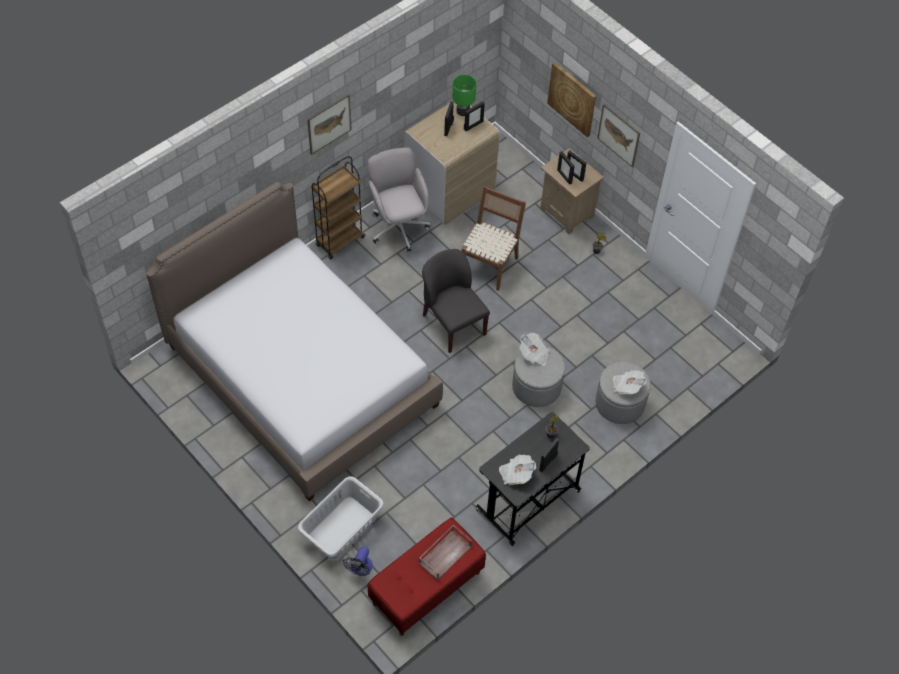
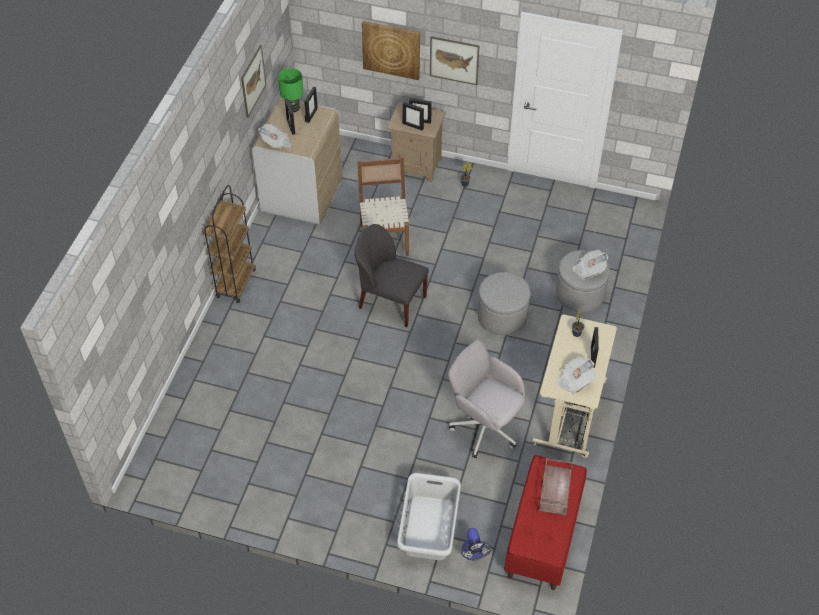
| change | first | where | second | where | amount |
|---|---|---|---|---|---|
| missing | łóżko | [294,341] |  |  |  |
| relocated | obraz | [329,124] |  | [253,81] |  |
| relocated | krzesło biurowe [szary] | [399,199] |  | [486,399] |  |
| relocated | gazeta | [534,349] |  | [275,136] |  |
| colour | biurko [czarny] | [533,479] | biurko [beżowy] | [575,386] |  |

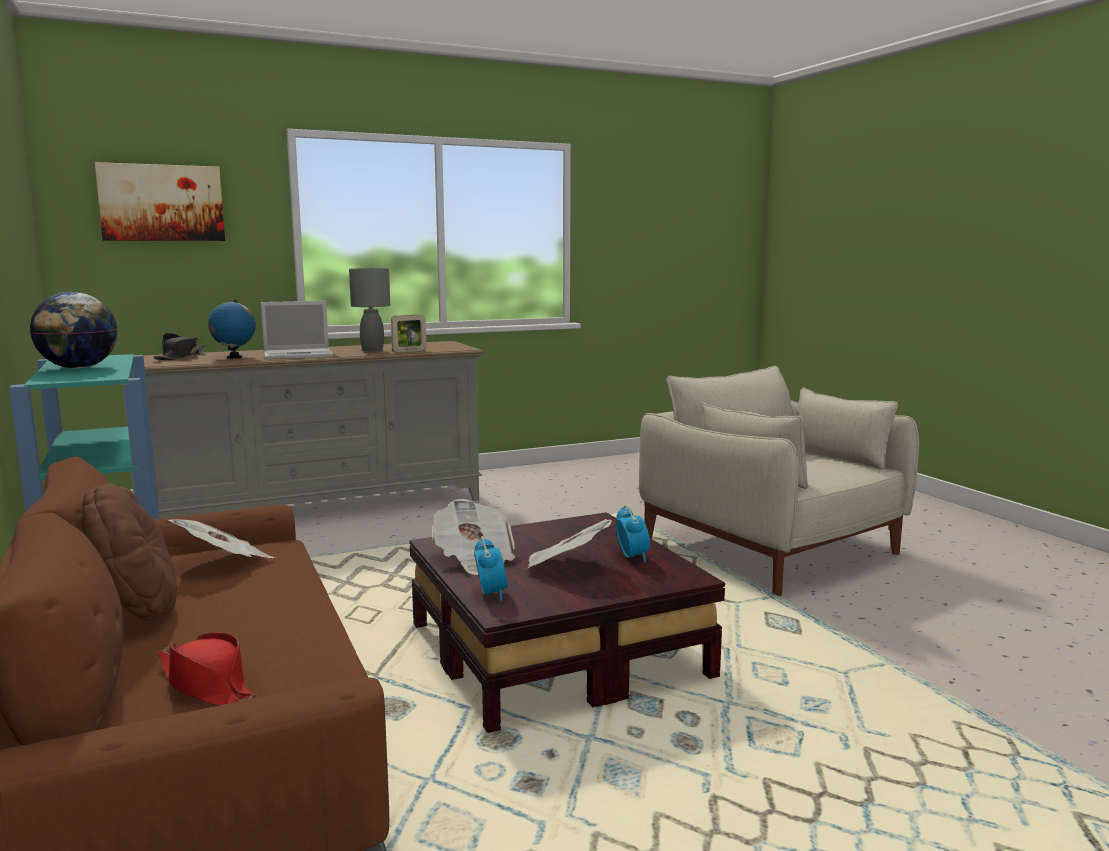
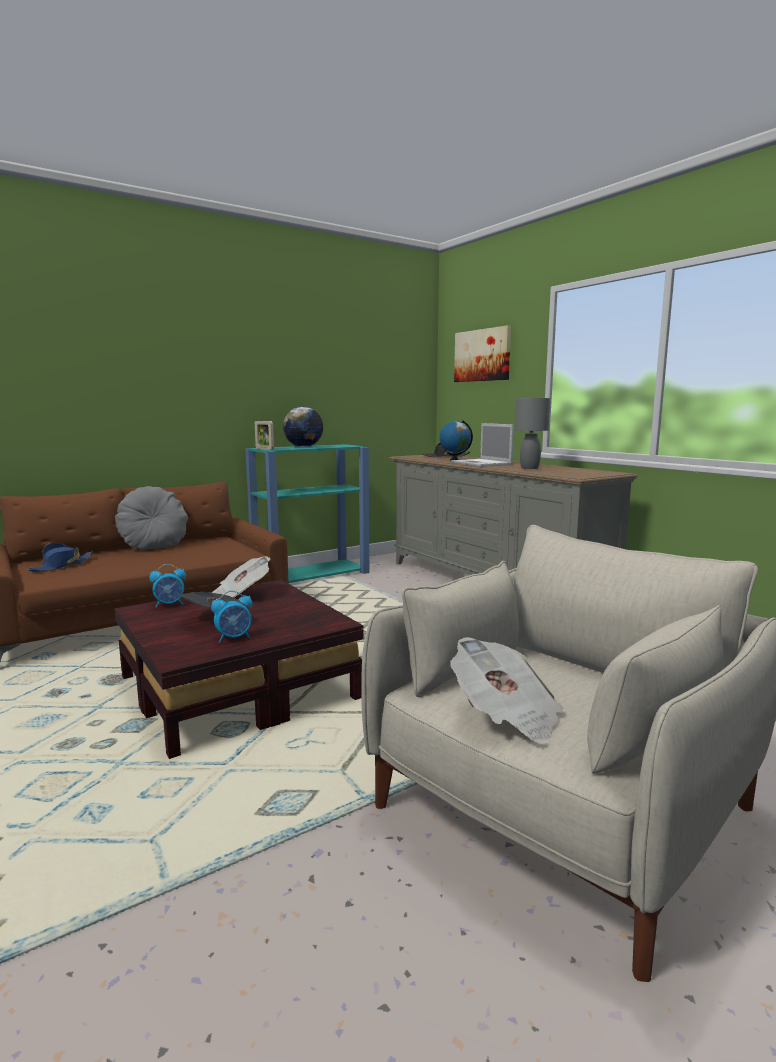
| change | first | where | second | where | amount |
|---|---|---|---|---|---|
| relocated | gazeta | [221,538] |  | [506,690] |  |
| relocated | ramka na zdjęcie | [408,334] |  | [264,435] |  |
| colour | poduszka [brązowy] | [129,552] | poduszka [szary] | [151,518] |  |
| colour | kapelusz [czerwony] | [207,669] | kapelusz [niebieski] | [60,557] |  |

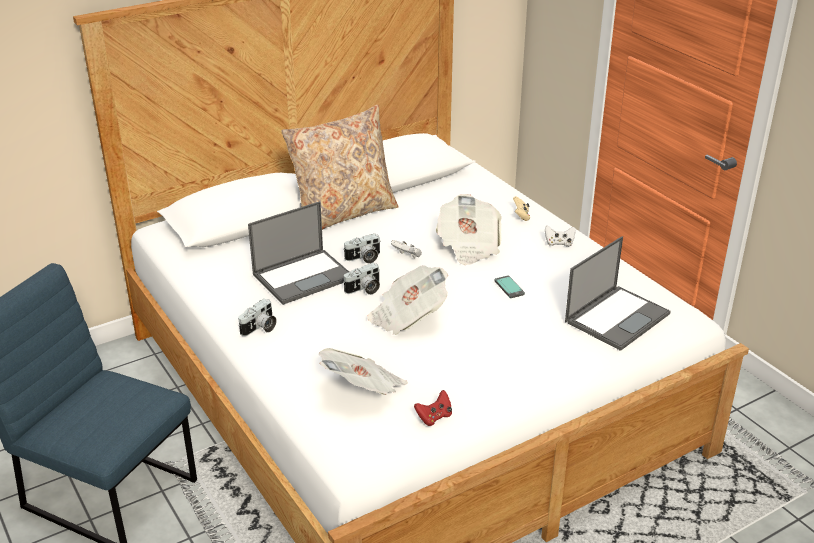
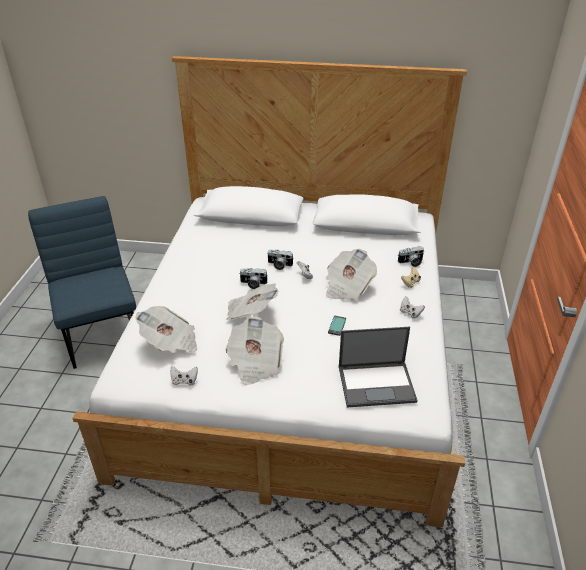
| change | first | where | second | where | amount |
|---|---|---|---|---|---|
| missing | laptop | [298,253] |  |  |  |
| missing | poduszka [beżowy] | [340,167] |  |  |  |
| appeared |  |  | gazeta | [255,350] |  |
| relocated | aparat fotograficzny | [257,317] |  | [411,256] |  |
| colour | pad do gier [czerwony] | [433,408] | pad do gier [biały] | [184,376] |  |

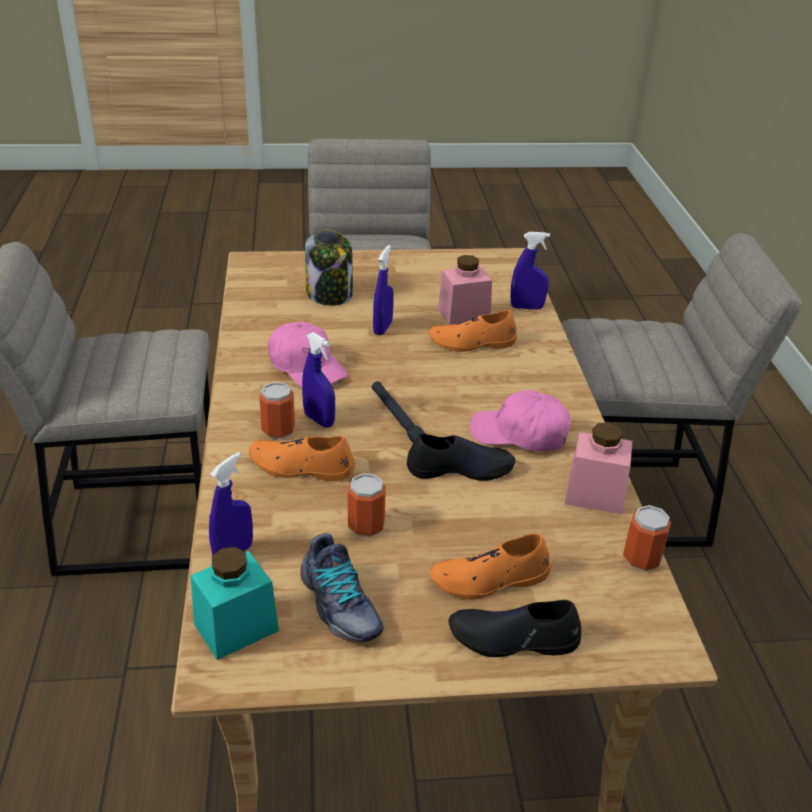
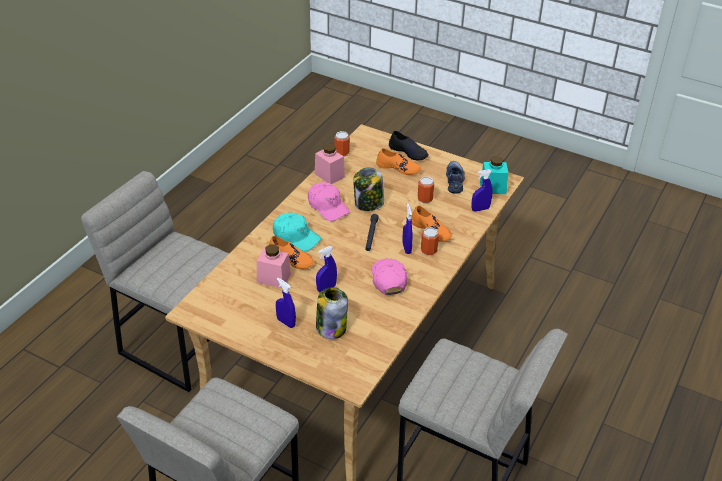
| change | first | where | second | where | amount |
|---|---|---|---|---|---|
| appeared |  |  | czapka z daszkiem [turkusowy] | [297,232] |  |
| relocated | spryskiwacz [niebieski] | [530,271] |  | [286,303] |  |
| exchanged | but [czarny] | [461,457] | słoik | [368,189] |  |

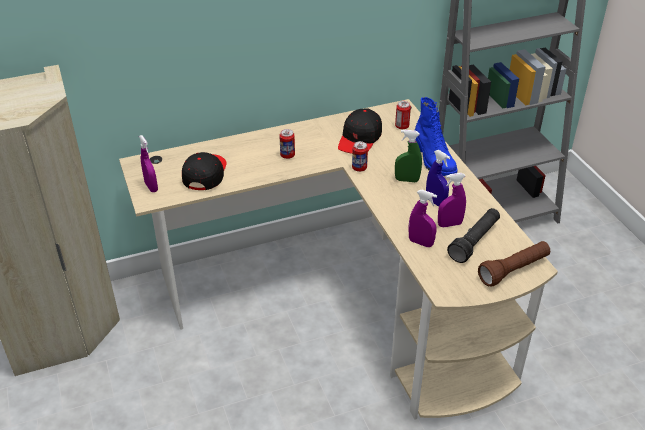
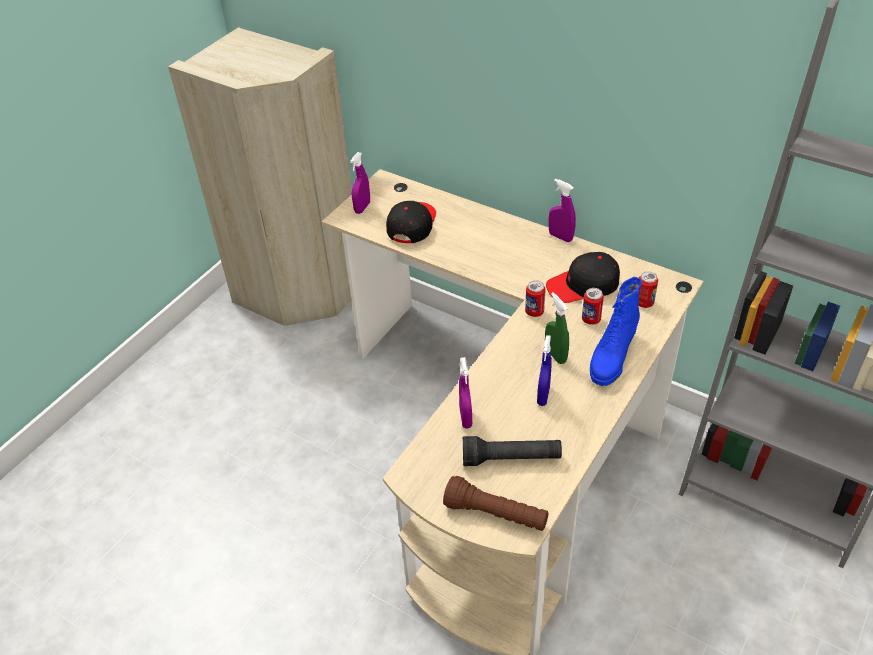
| change | first | where | second | where | amount |
|---|---|---|---|---|---|
| relocated | puszka | [287,144] |  | [593,306] |  |
| relocated | spryskiwacz [fioletowy] | [452,200] |  | [562,210] |  |
| spun | czapka z daszkiem [czarny] | [204,171] |  | [411,222] | 45 degrees counterclockwise |

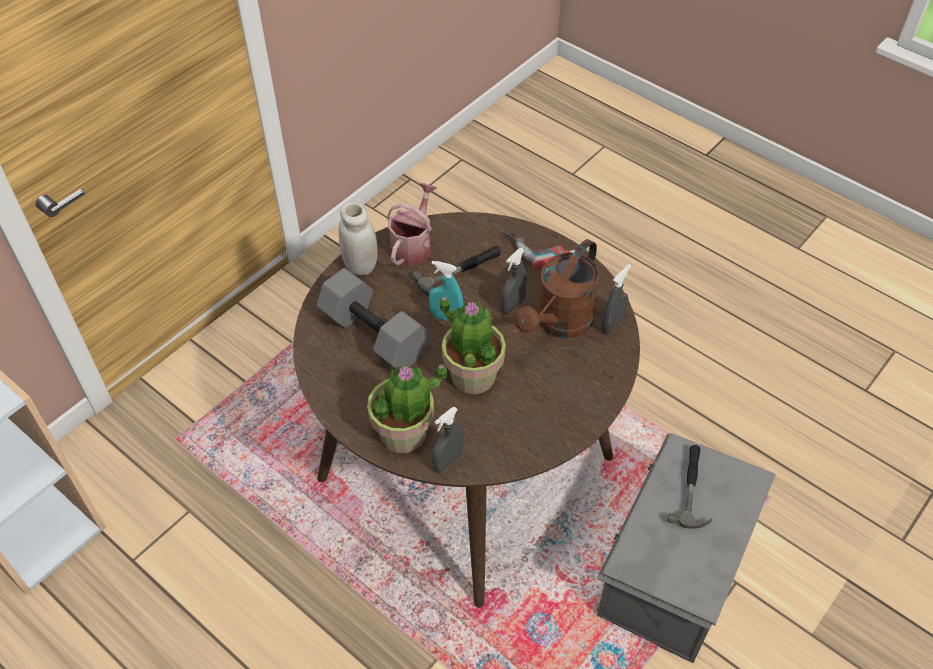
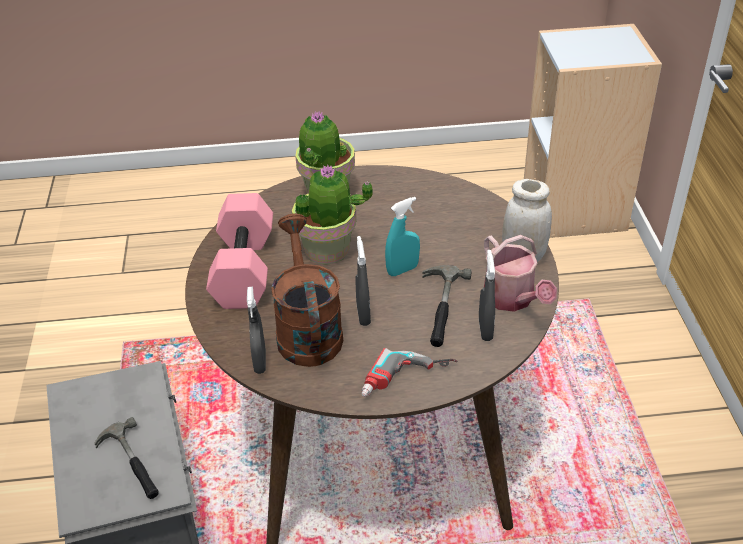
| change | first | where | second | where | amount |
|---|---|---|---|---|---|
| missing | hantel [szary] | [374,318] |  |  |  |
| appeared |  |  | hantel [różowy] | [239,251] |  |
| relocated | spryskiwacz [szary] | [448,440] |  | [487,295] |  |

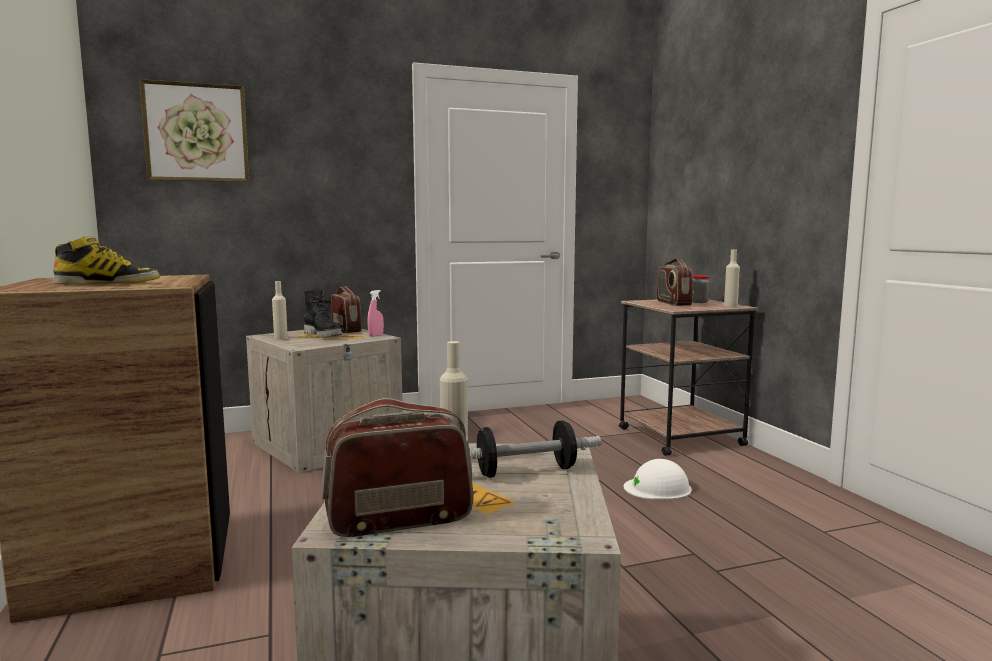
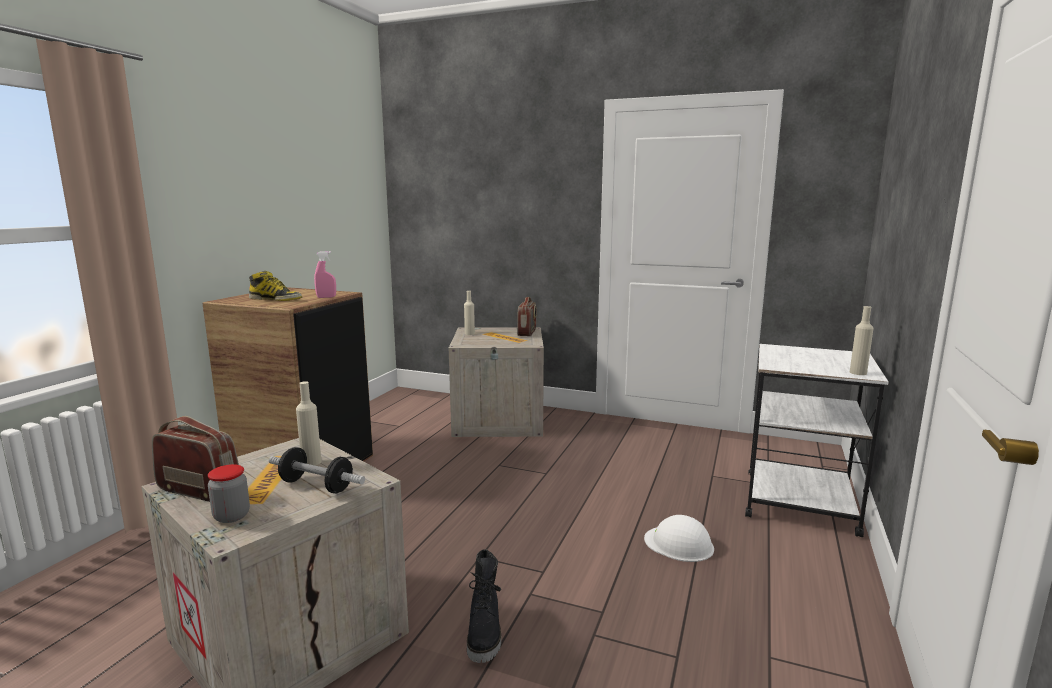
| change | first | where | second | where | amount |
|---|---|---|---|---|---|
| missing | obraz | [194,130] |  |  |  |
| missing | radio | [675,282] |  |  |  |
| relocated | but z cholewką [czarny] | [323,313] |  | [484,606] |  |
| relocated | spryskiwacz [różowy] | [375,313] |  | [325,274] |  |
| relocated | słoik | [701,289] |  | [229,493] |  |
| colour | wózek [brązowy] | [688,378] | wózek [biały] | [817,440] |  |

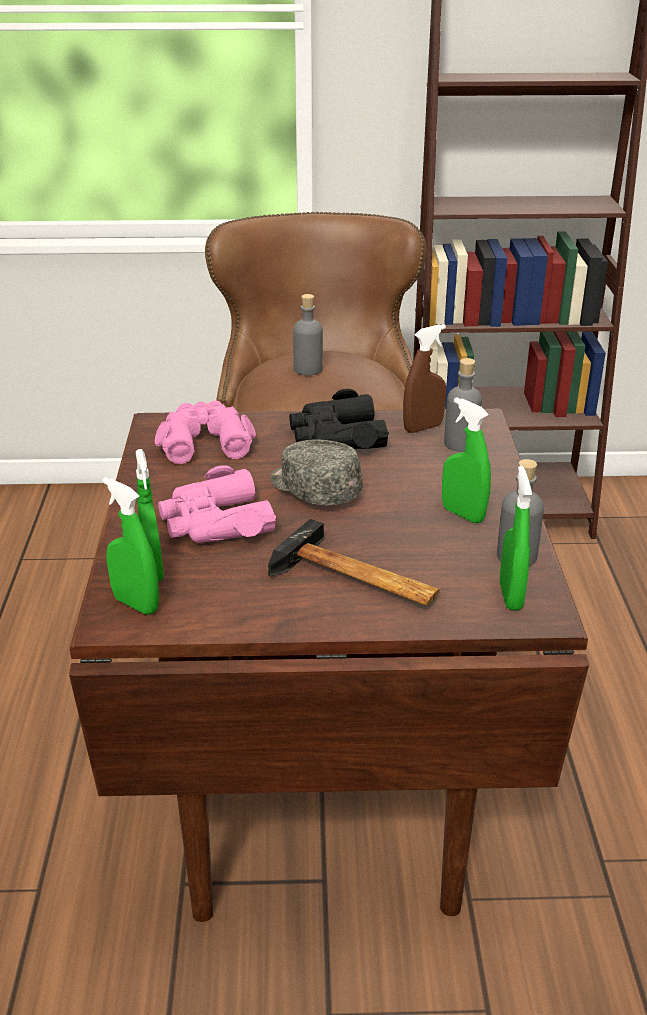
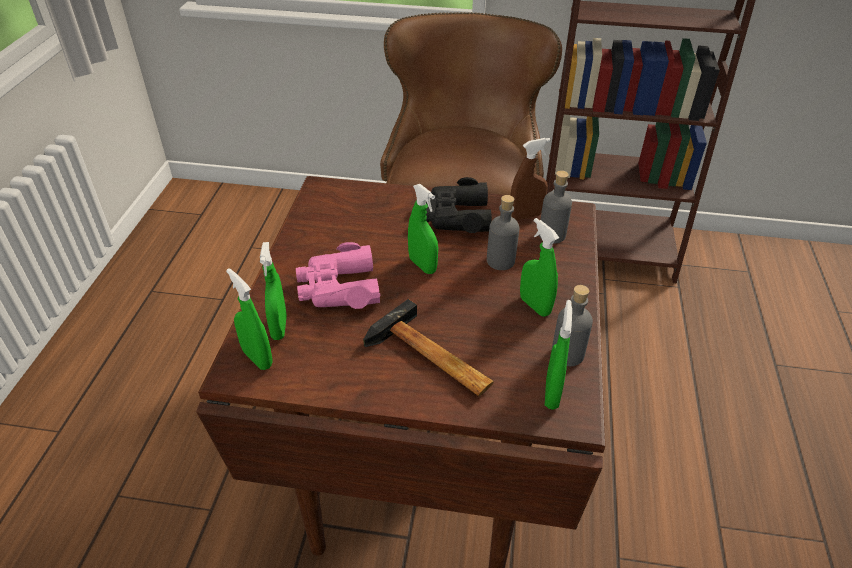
| change | first | where | second | where | amount |
|---|---|---|---|---|---|
| missing | lornetka [różowy] | [205,432] |  |  |  |
| relocated | butelka [szary] | [308,335] |  | [503,232] |  |
| exchanged | czapka z daszkiem [szary] | [316,472] | spryskiwacz [zielony] | [423,229] |  |

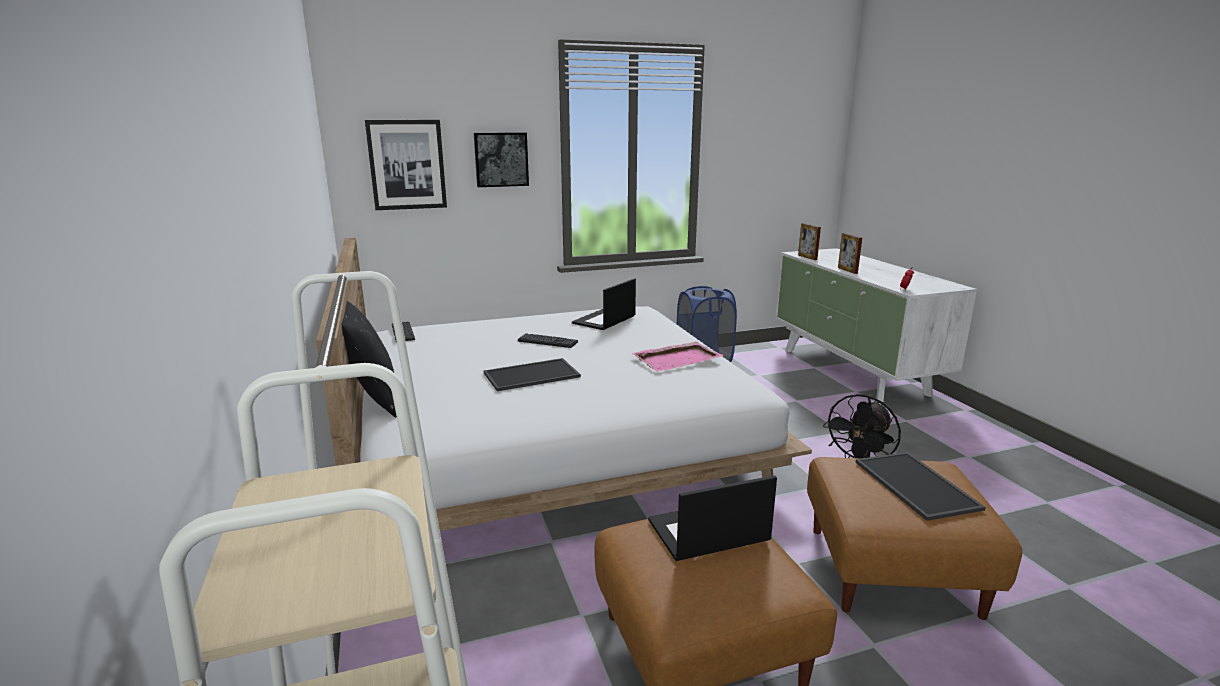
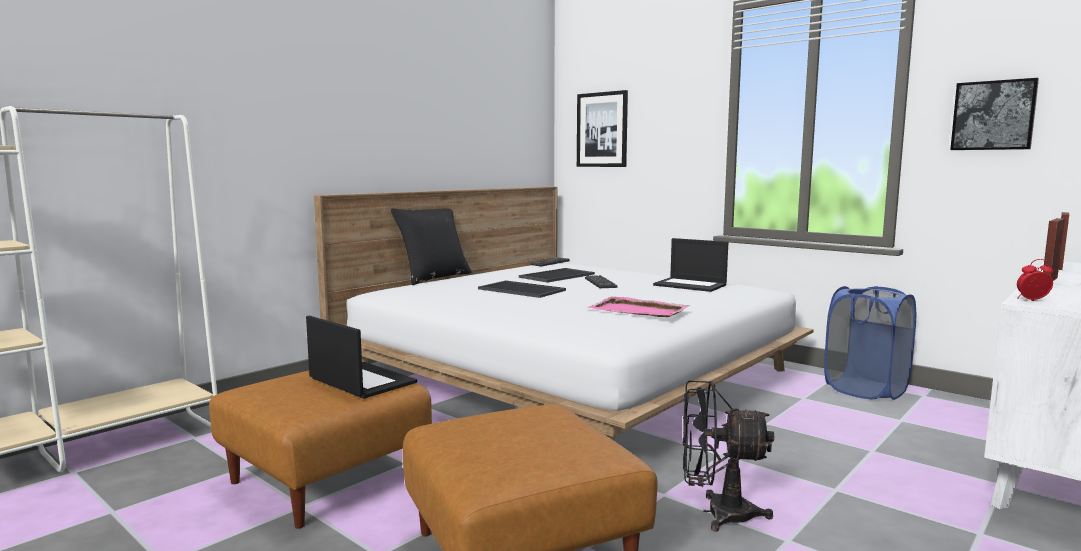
| change | first | where | second | where | amount |
|---|---|---|---|---|---|
| relocated | obraz | [501,159] |  | [994,114] |  |
| relocated | taca | [920,486] |  | [557,275] |  |
| spun | laptop | [604,304] |  | [690,265] | 150 degrees counterclockwise |

